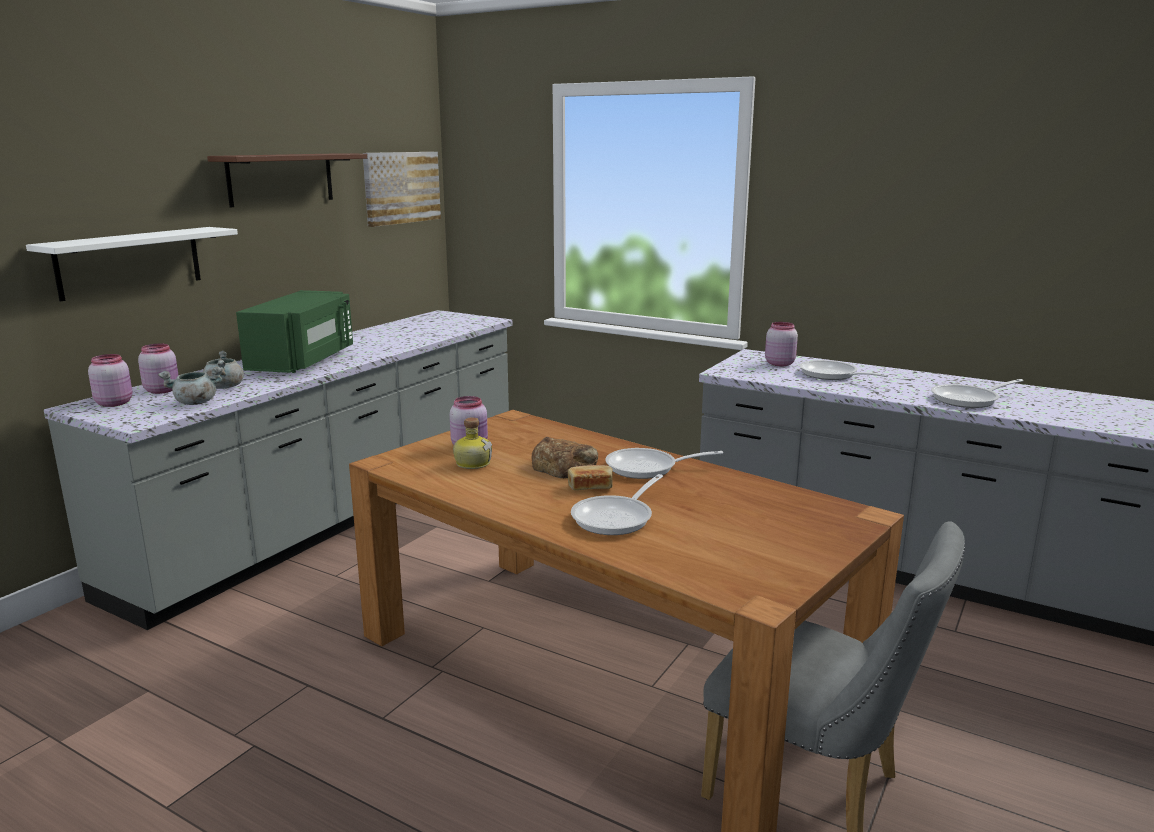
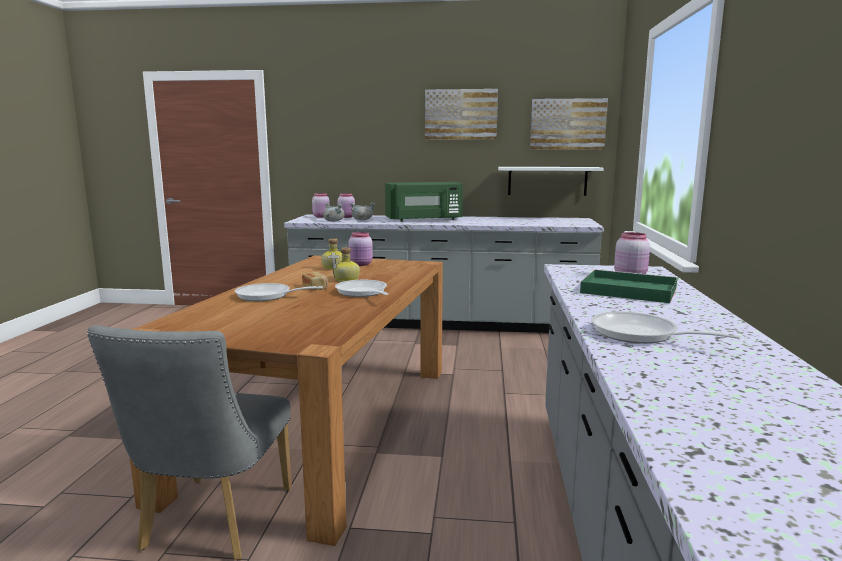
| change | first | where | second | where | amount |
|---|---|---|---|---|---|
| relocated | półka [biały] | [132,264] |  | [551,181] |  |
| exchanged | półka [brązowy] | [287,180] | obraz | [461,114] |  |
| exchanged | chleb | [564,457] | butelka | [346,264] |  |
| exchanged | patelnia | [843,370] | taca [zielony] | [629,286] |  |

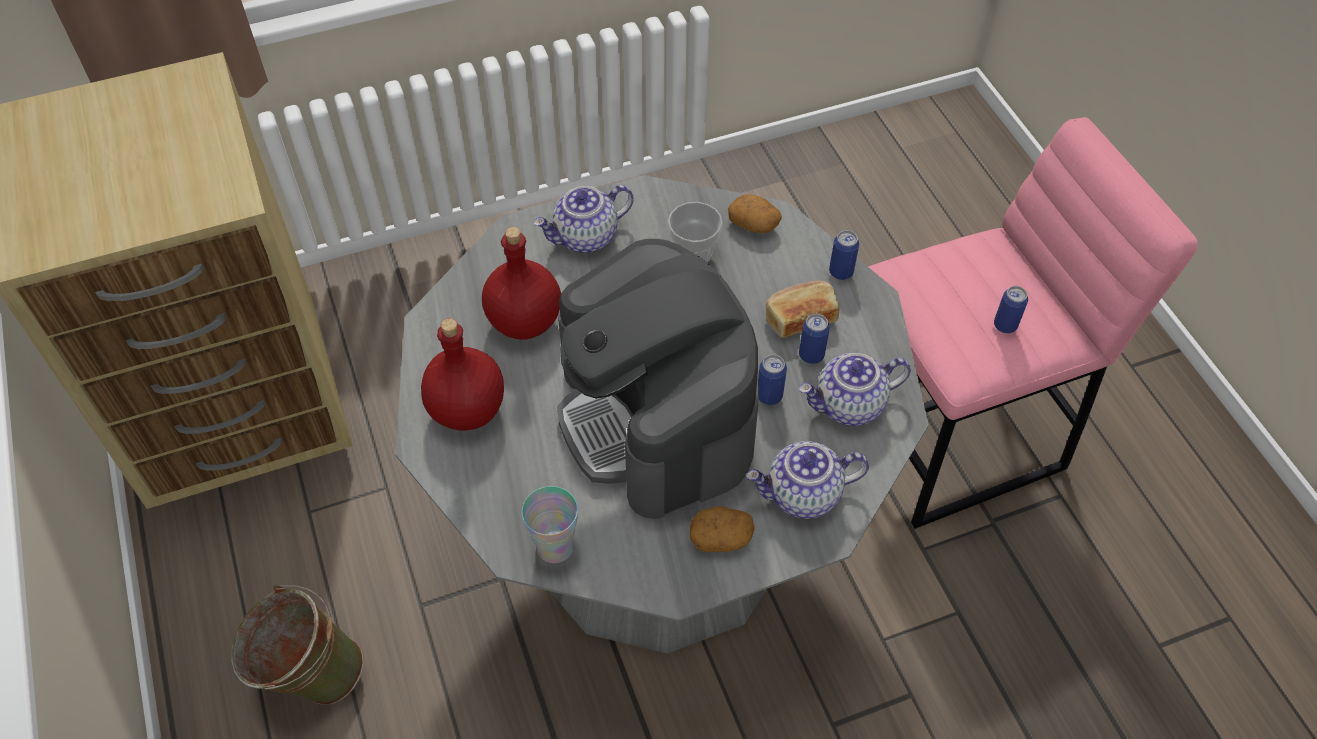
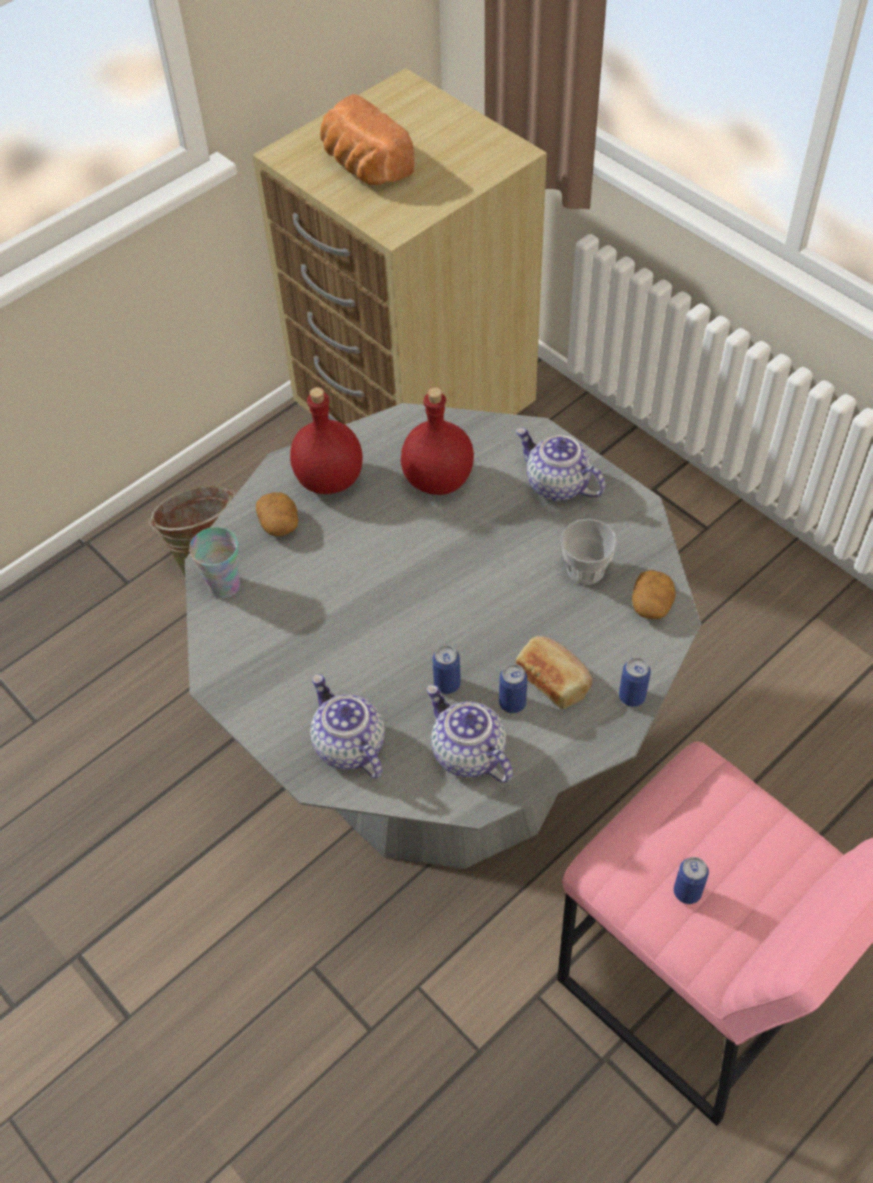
| change | first | where | second | where | amount |
|---|---|---|---|---|---|
| missing | ekspres do kawy | [658,379] |  |  |  |
| appeared |  |  | chleb | [367,139] |  |
| relocated | ziemniak | [722,529] |  | [277,514] |  |

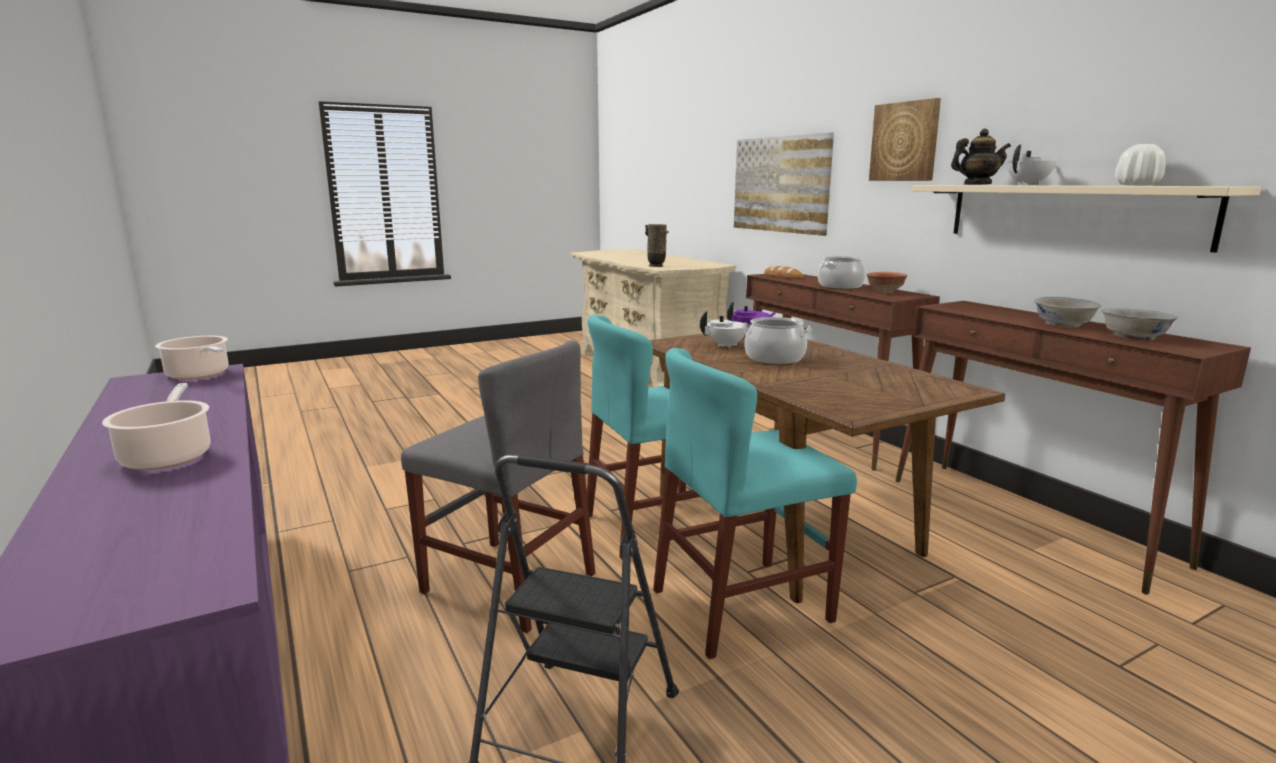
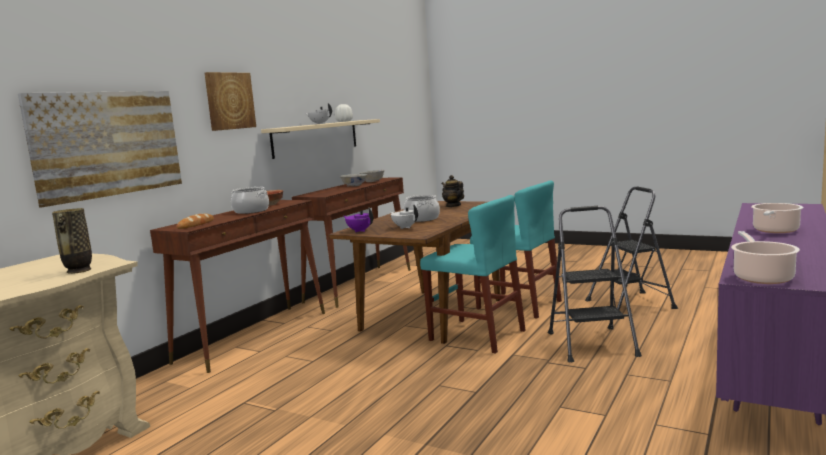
| change | first | where | second | where | amount |
|---|---|---|---|---|---|
| relocated | imbryk | [981,156] |  | [453,191] |  |
| exchanged | krzesło [szary] | [498,486] | drabinka [czarny] | [595,284] |  |

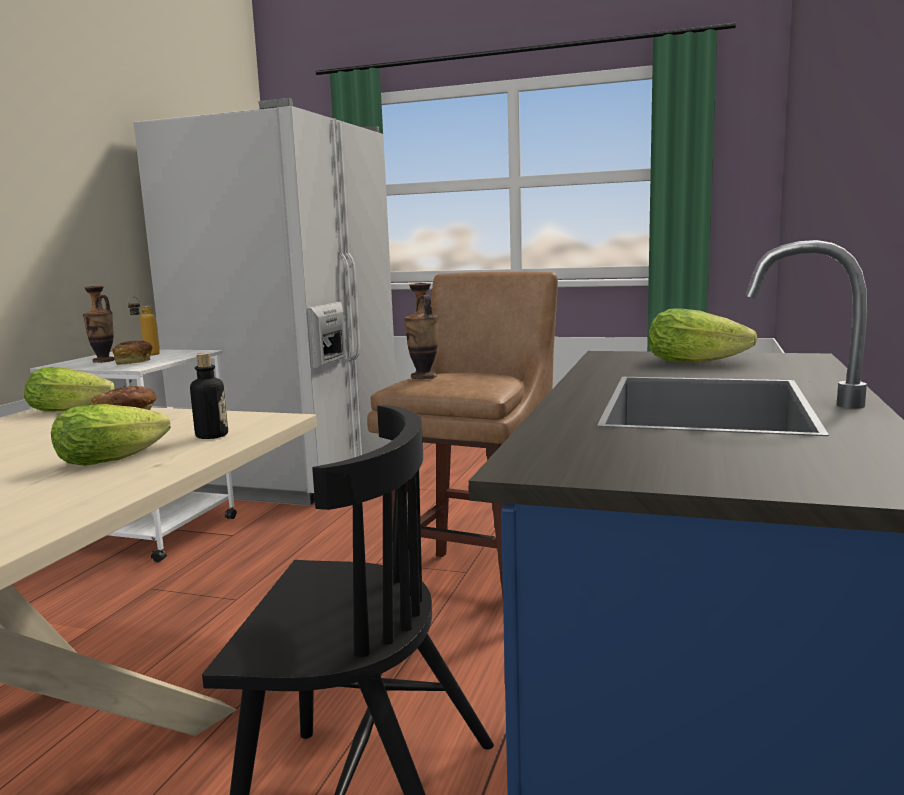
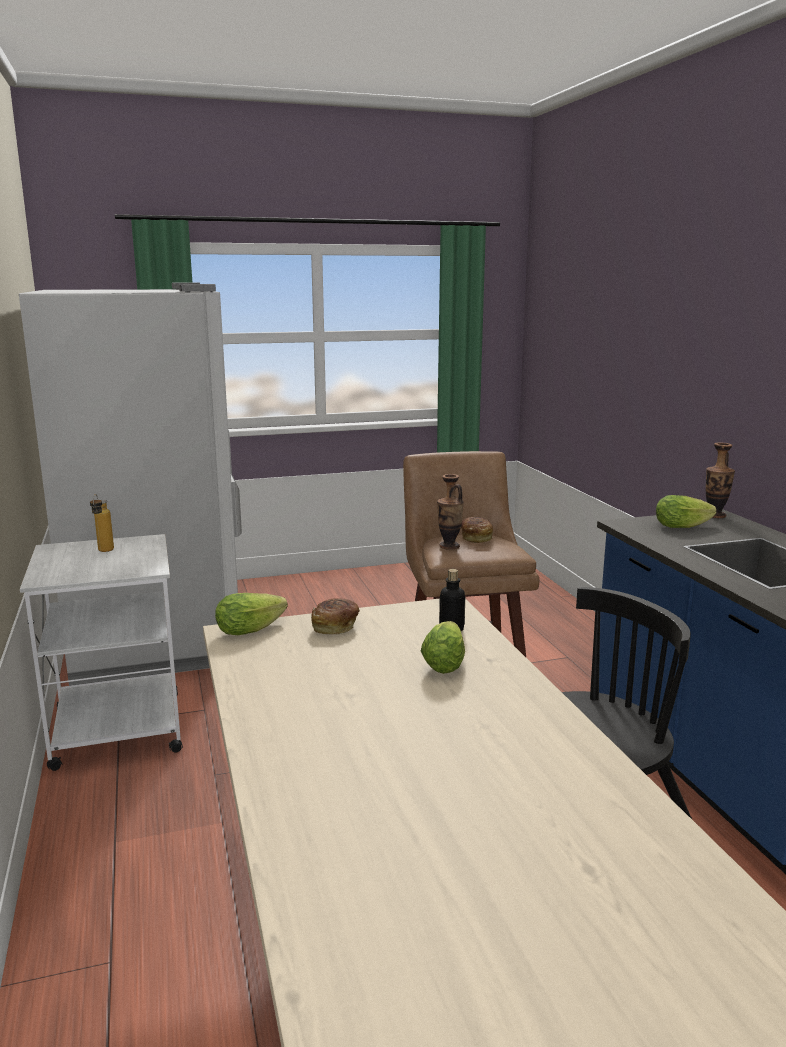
| change | first | where | second | where | amount |
|---|---|---|---|---|---|
| relocated | wazon | [99,324] |  | [720,480] |  |
| relocated | chleb | [132,353] |  | [477,530] |  |

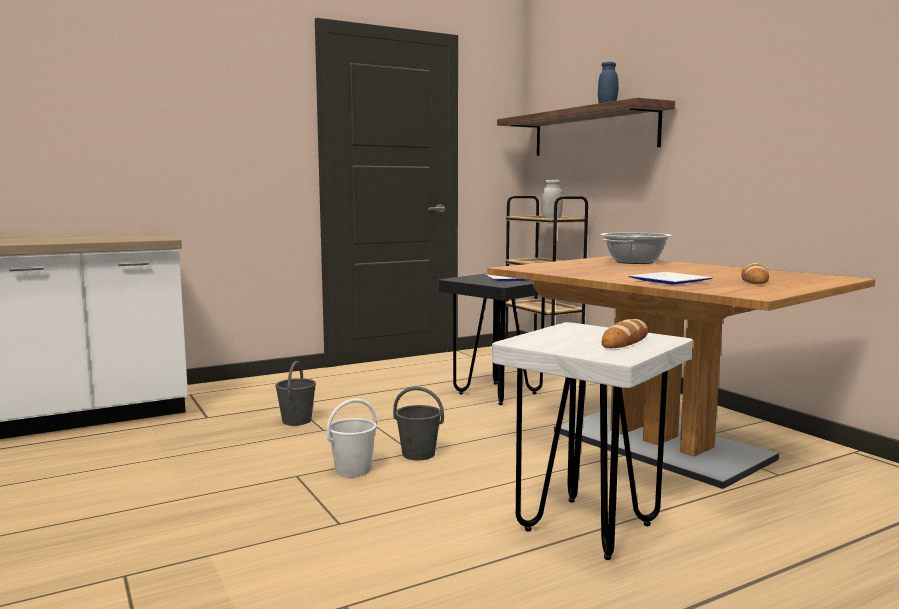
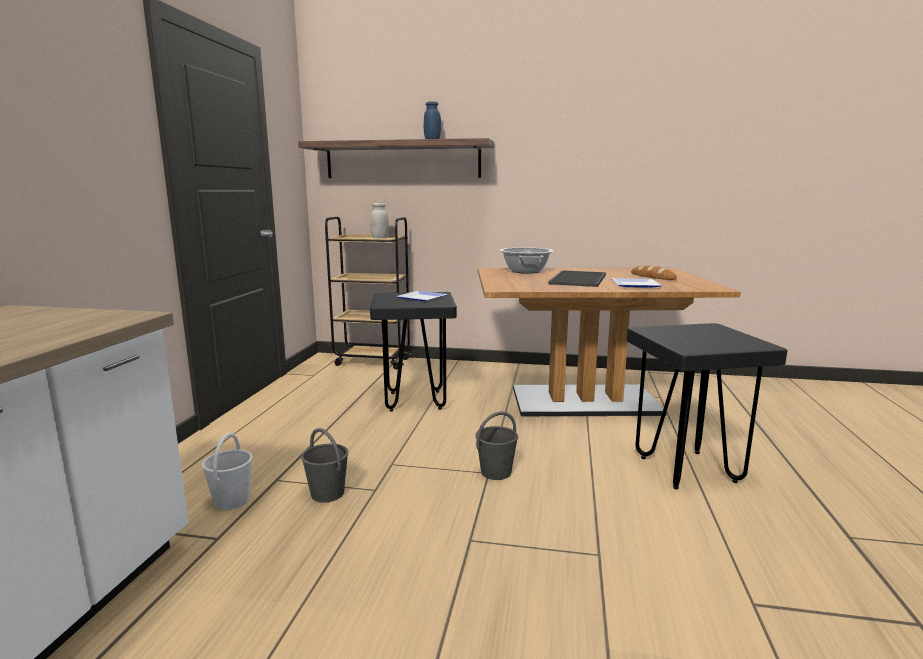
| change | first | where | second | where | amount |
|---|---|---|---|---|---|
| missing | chleb | [625,333] |  |  |  |
| appeared |  |  | taca | [577,278] |  |
| relocated | wiadro [biały] | [352,438] |  | [227,471] |  |
| colour | stołek [biały] | [592,441] | stołek [czarny] | [707,406] |  |

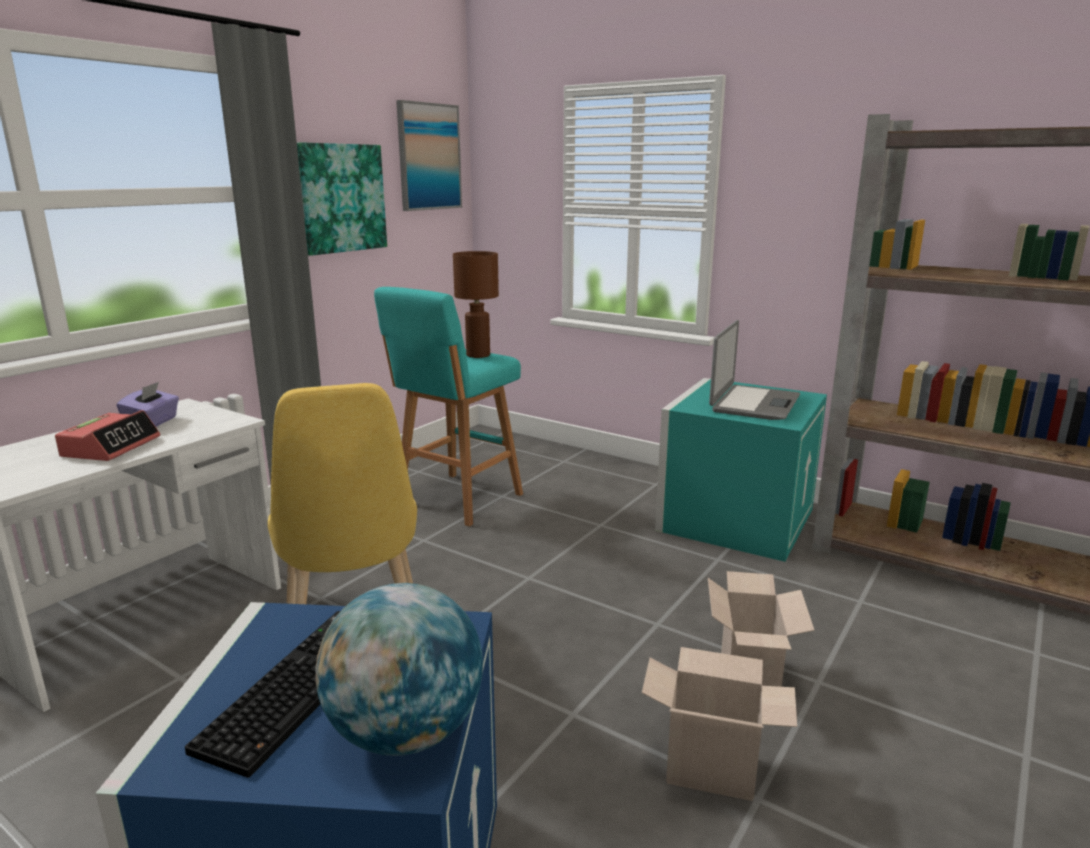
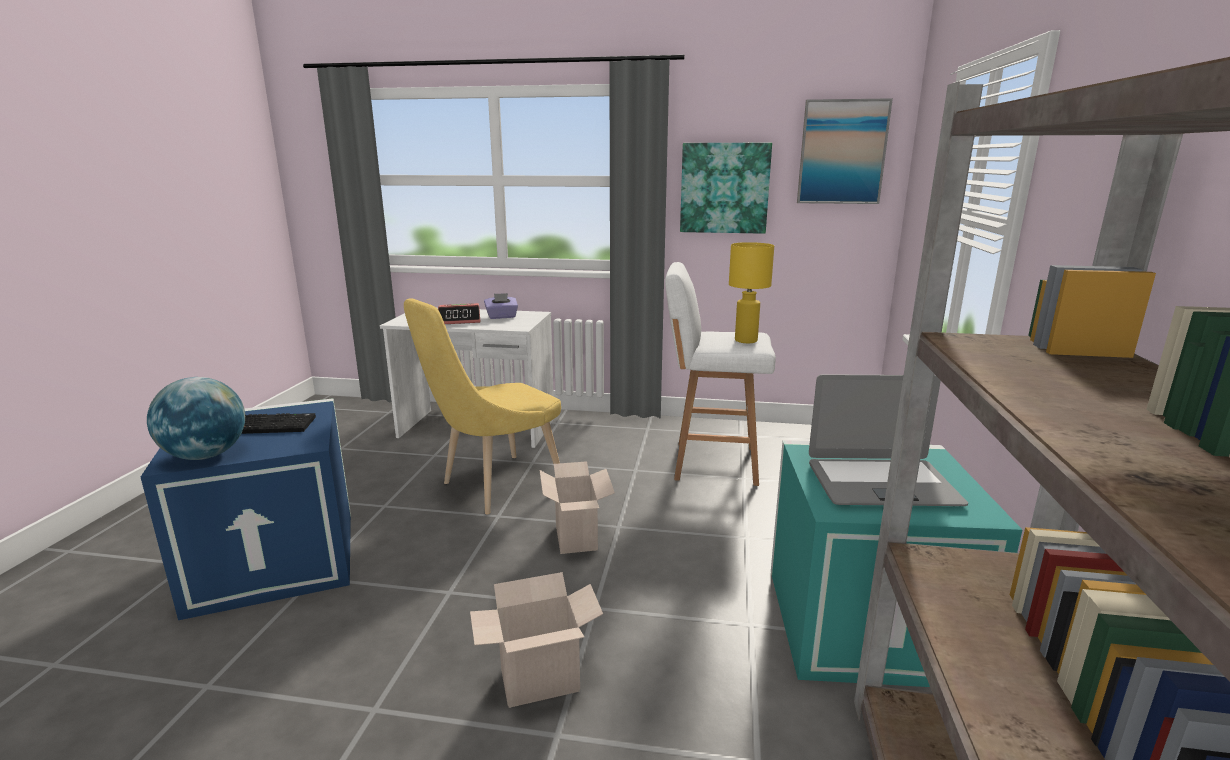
| change | first | where | second | where | amount |
|---|---|---|---|---|---|
| relocated | karton | [719,724] |  | [577,507] |  |
| colour | stołek [turkusowy] | [448,407] | stołek [biały] | [720,374] |  |
| colour | lampa stołowa [brązowy] | [476,304] | lampa stołowa [żółty] | [751,292] |  |

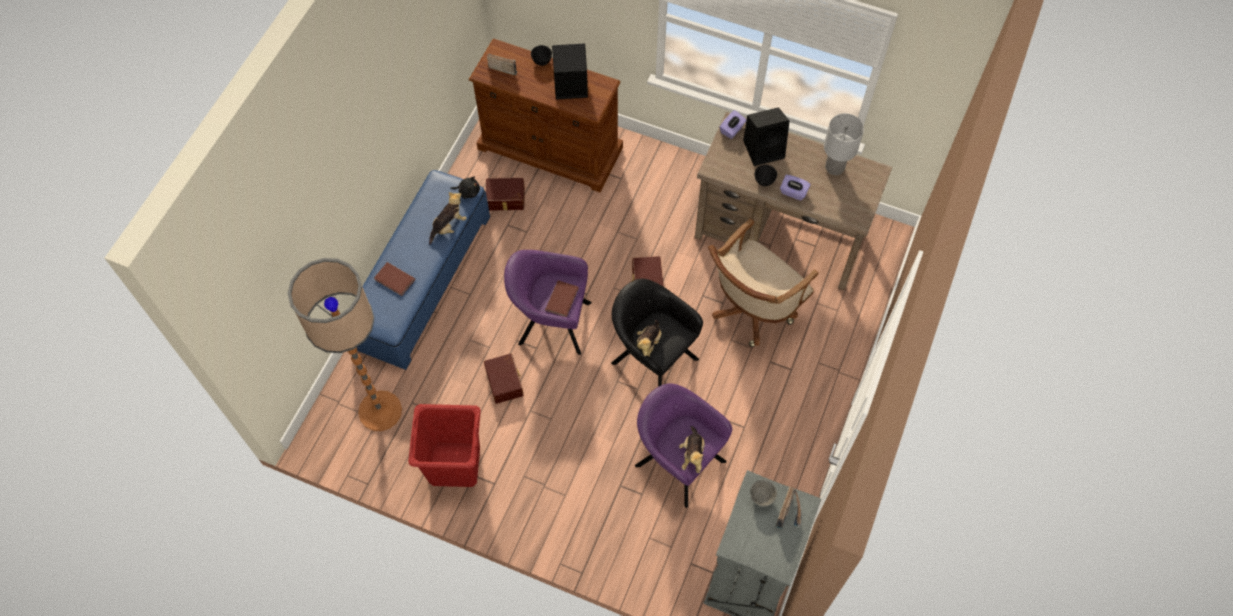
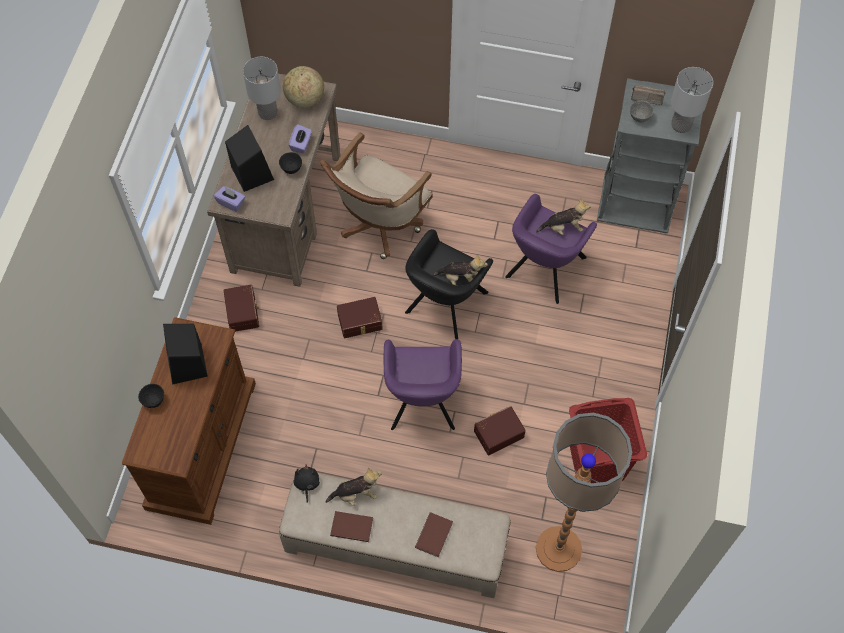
| change | first | where | second | where | amount |
|---|---|---|---|---|---|
| missing | radio | [502,64] |  |  |  |
| appeared |  |  | globus | [303,87] |  |
| appeared |  |  | lampa stołowa [szary] | [692,100] |  |
| relocated | pojemnik do przechowywania [brązowy] | [505,194] |  | [241,308] |  |
| relocated | książka [brązowy] | [561,298] |  | [351,526] |  |
| colour | ławka [niebieski] | [423,270] | ławka [beżowy] | [395,535] |  |
| spun | pluszak | [448,218] |  | [354,486] | 135 degrees clockwise |
| spun | krzesło biurowe | [763,282] |  | [376,196] | 90 degrees clockwise |

